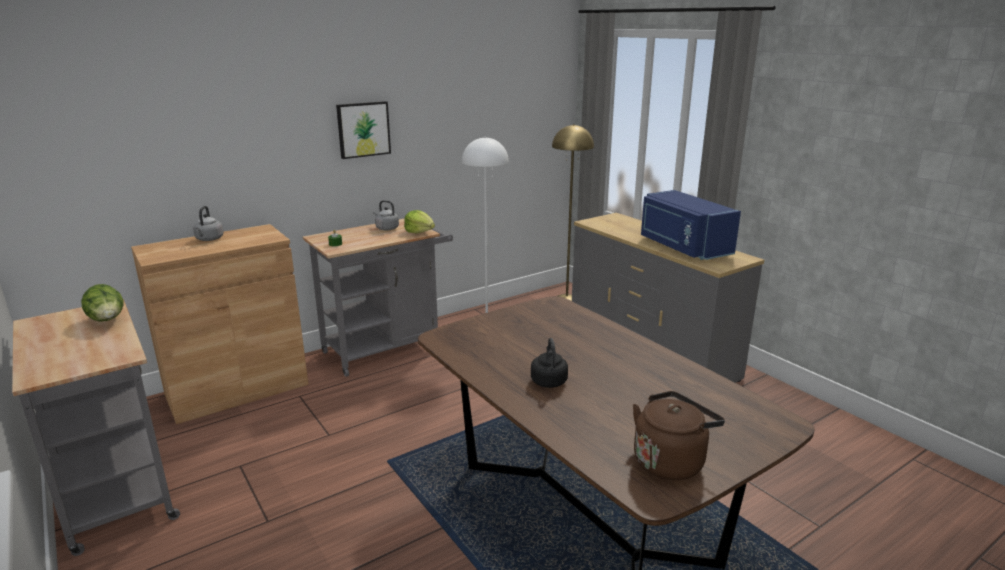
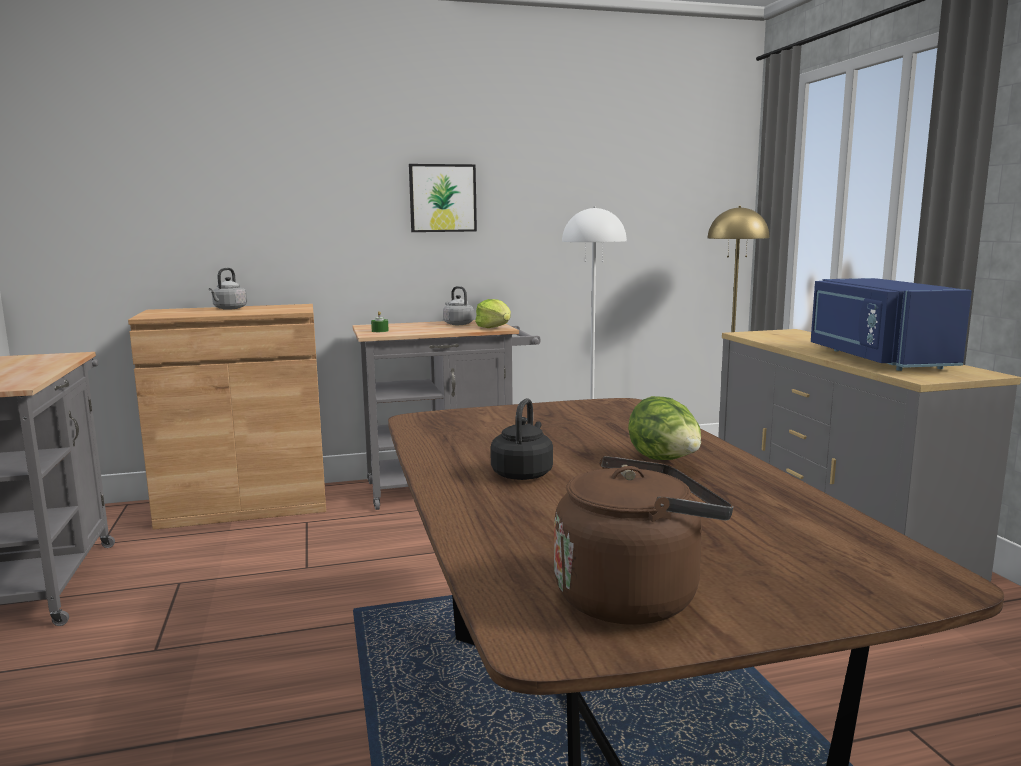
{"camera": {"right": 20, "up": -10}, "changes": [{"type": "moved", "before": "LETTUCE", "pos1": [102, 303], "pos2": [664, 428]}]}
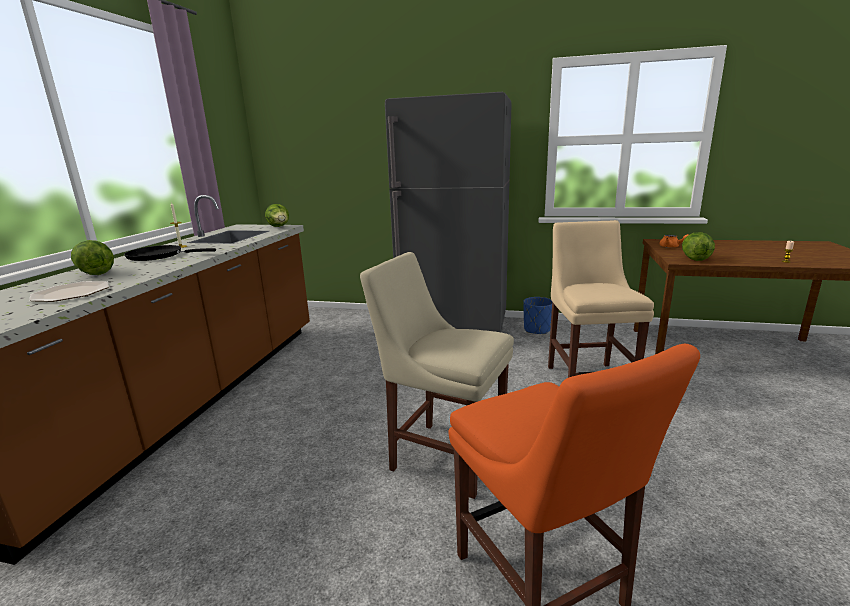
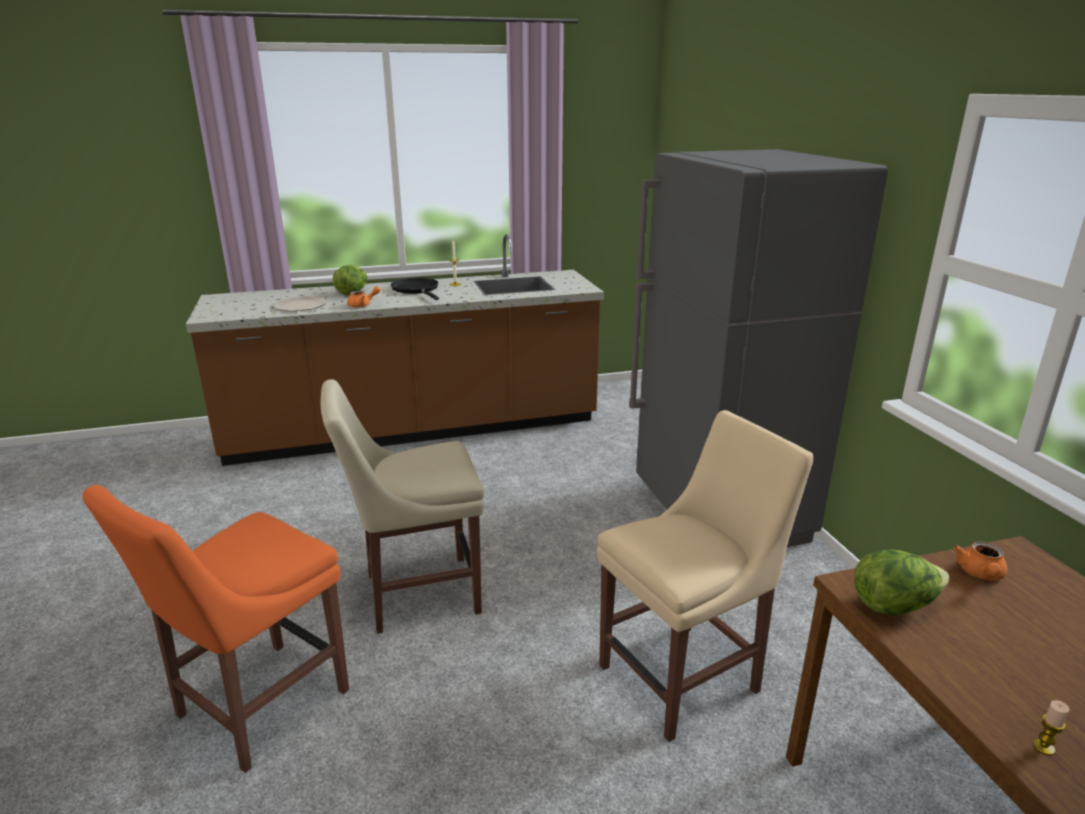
{"camera": {"right": 60, "up": 5}, "changes": [{"type": "removed", "before": "LETTUCE", "pos1": [277, 215]}, {"type": "turned", "before": "BEIGE CHAIR", "pos1": [437, 375], "pos2": [402, 506], "turn": -105}, {"type": "removed", "before": "BLUE PLANTER", "pos1": [537, 315]}, {"type": "added", "after": "ORANGE TEAPOT", "pos2": [364, 297]}]}
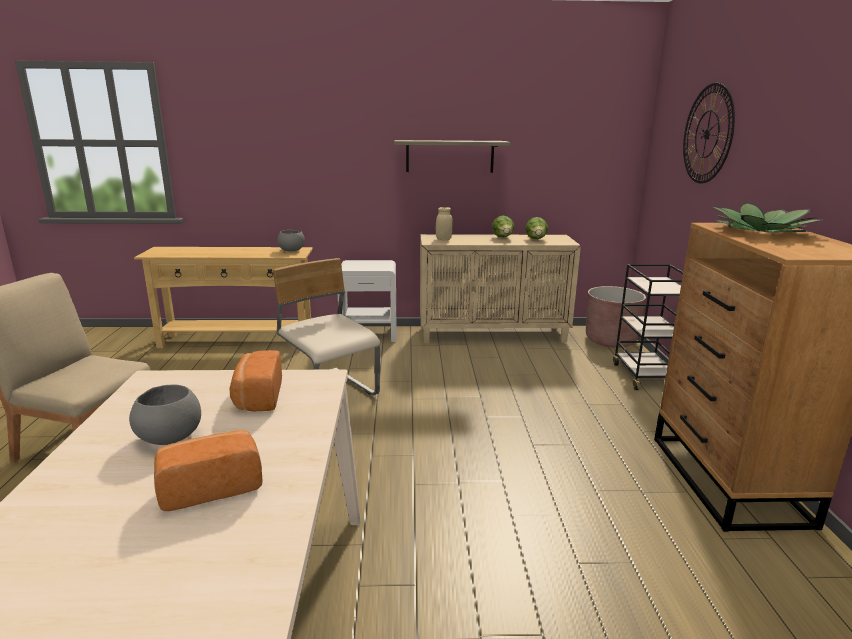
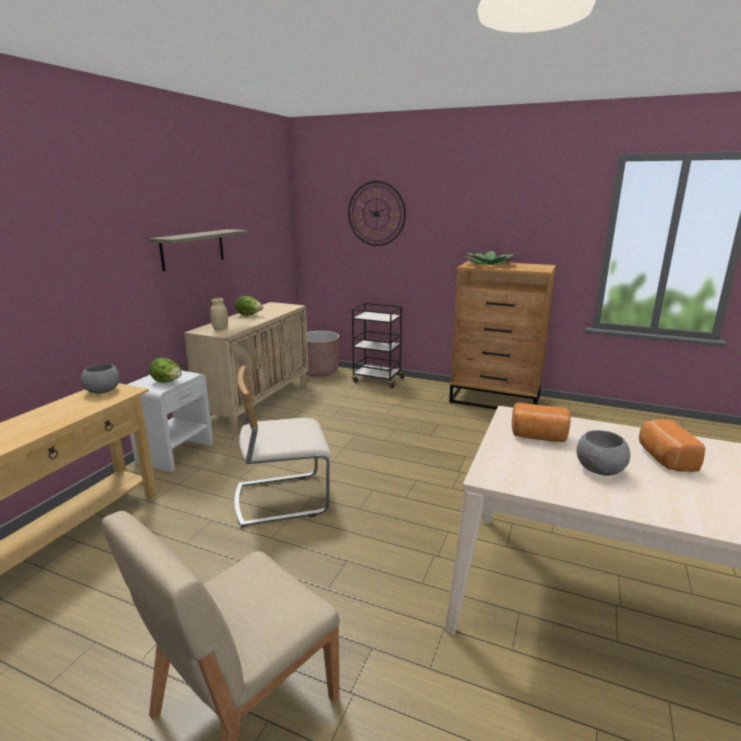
{"camera": {"right": -65, "up": 0}, "changes": [{"type": "moved", "before": "LETTUCE", "pos1": [537, 228], "pos2": [165, 370]}]}
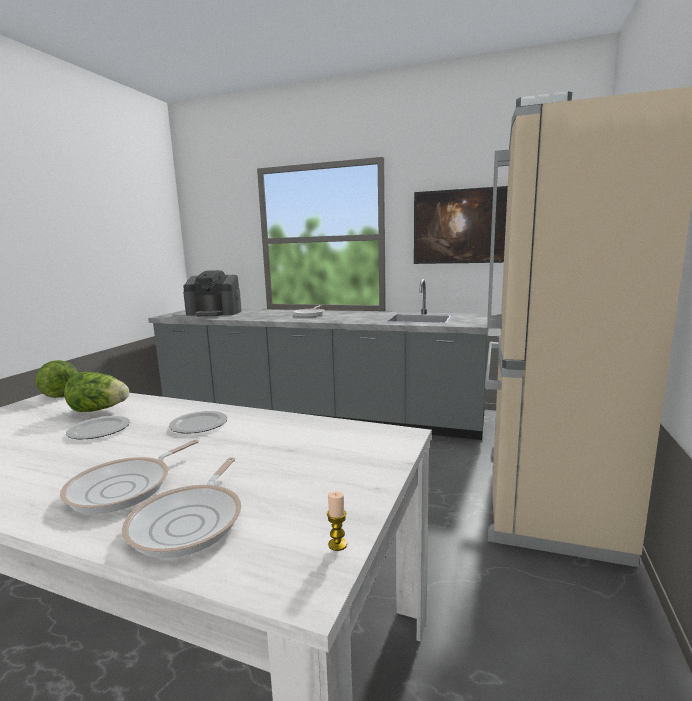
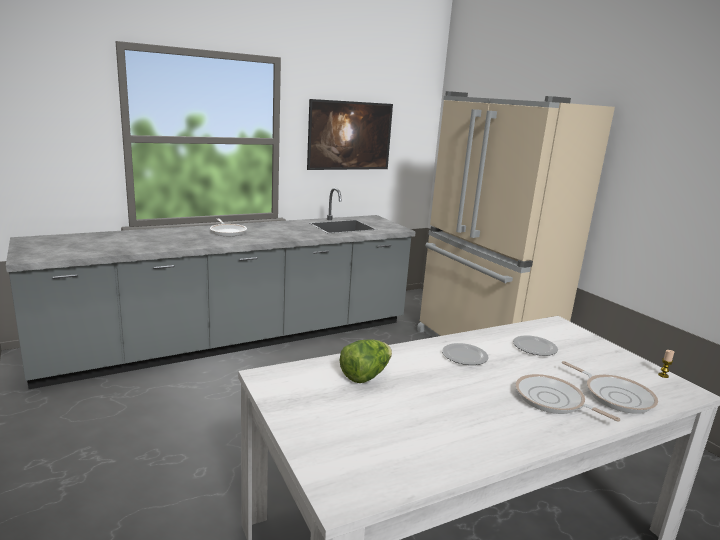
{"camera": {"right": -50, "up": 5}, "changes": [{"type": "removed", "before": "COFFEE MACHINE", "pos1": [212, 293]}, {"type": "removed", "before": "LETTUCE", "pos1": [57, 379]}, {"type": "moved", "before": "PLATE", "pos1": [98, 427], "pos2": [535, 345]}, {"type": "turned", "before": "FRYING PAN", "pos1": [129, 477], "pos2": [568, 398], "turn": 150}]}
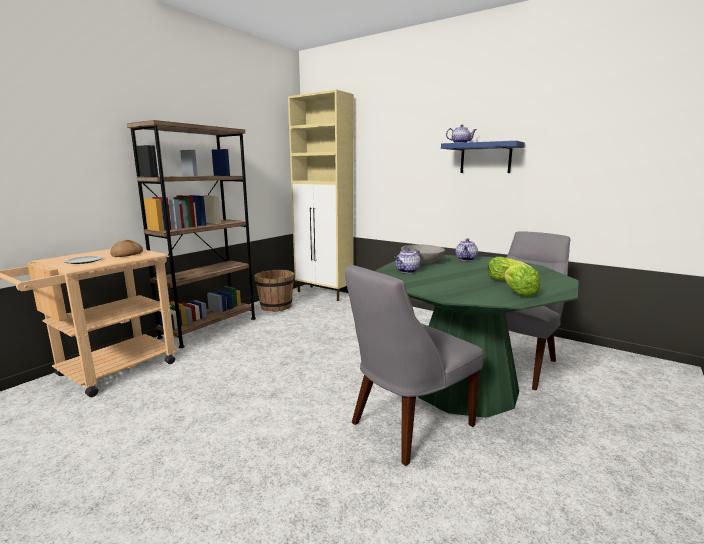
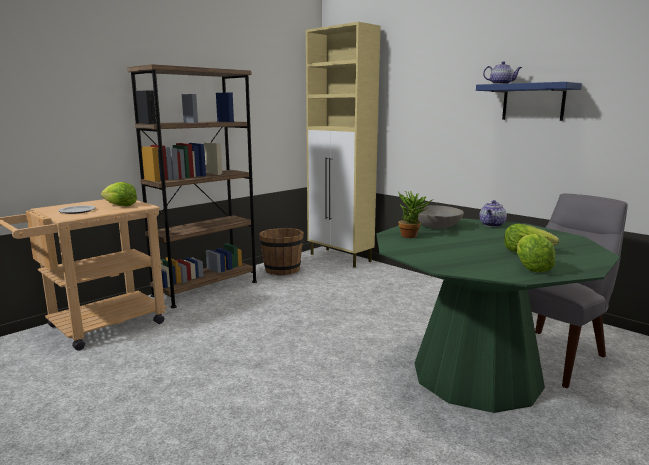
{"camera": {"right": 10, "up": 0}, "changes": [{"type": "replaced", "before": "BREAD", "after": "LETTUCE", "pos1": [126, 248], "pos2": [119, 194]}, {"type": "replaced", "before": "TEAPOT", "after": "POTTED PLANT", "pos1": [408, 260], "pos2": [416, 214]}, {"type": "removed", "before": "GREY CHAIR", "pos1": [414, 365]}]}
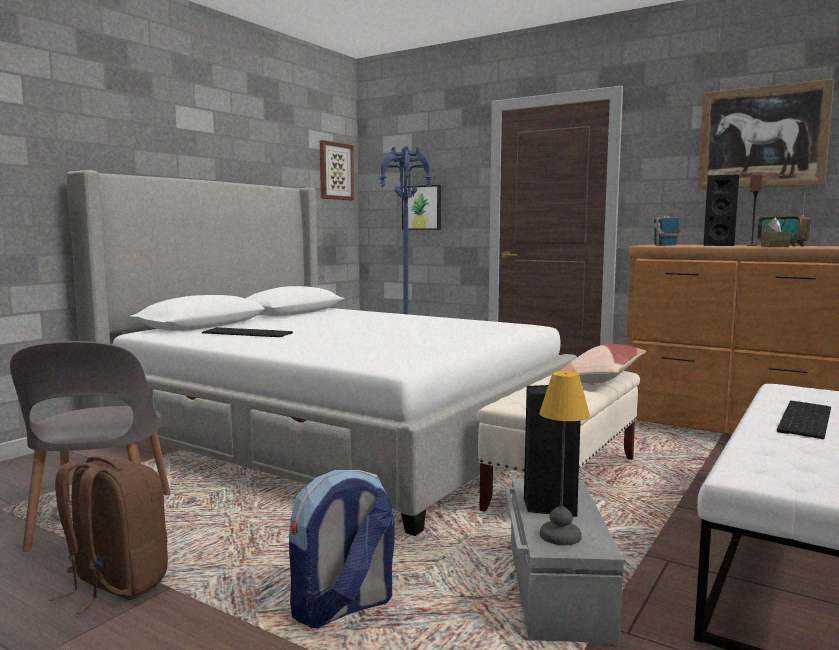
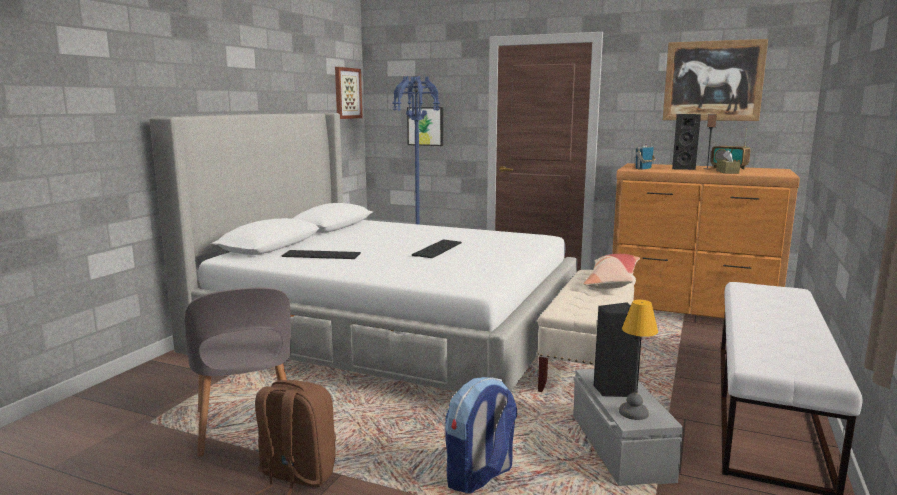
{"camera": {"right": -10, "up": 5}, "changes": [{"type": "moved", "before": "KEYBOARD", "pos1": [804, 420], "pos2": [437, 249]}]}
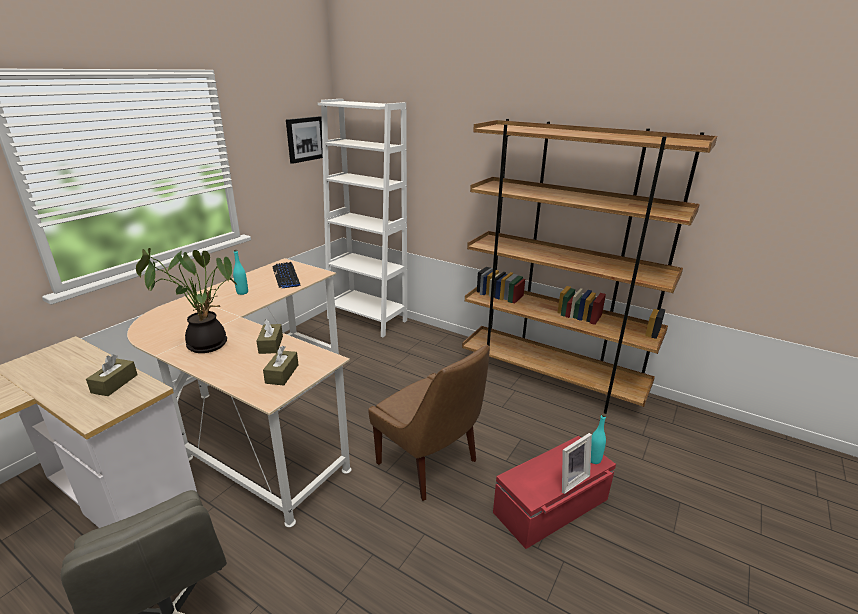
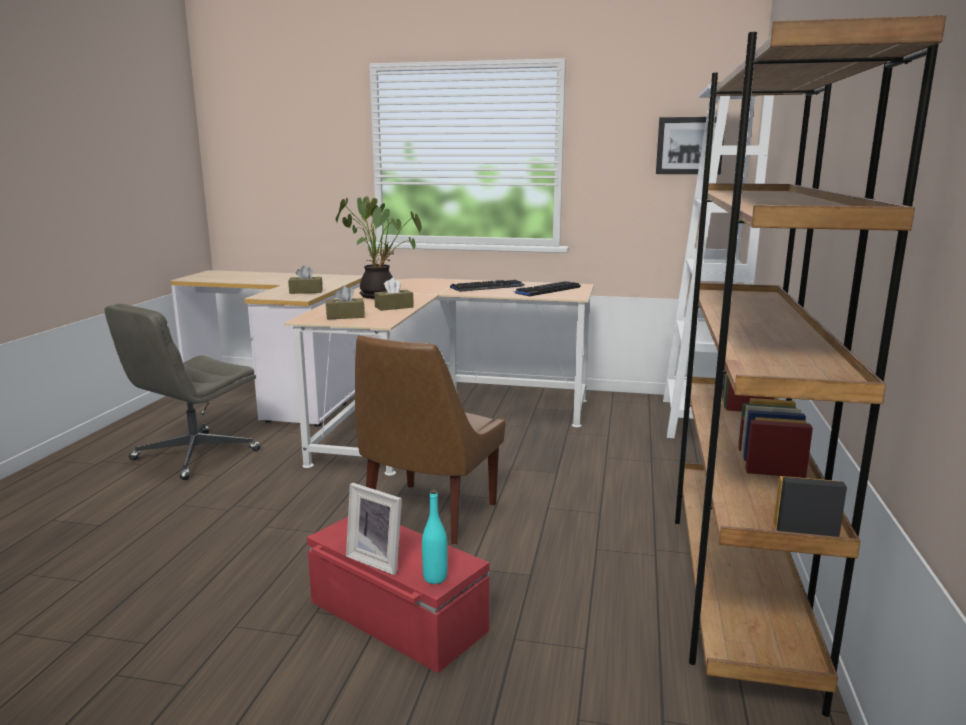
{"camera": {"right": 70, "up": -10}, "changes": [{"type": "replaced", "before": "TURQUOISE BOTTLE", "after": "KEYBOARD", "pos1": [240, 272], "pos2": [487, 286]}]}
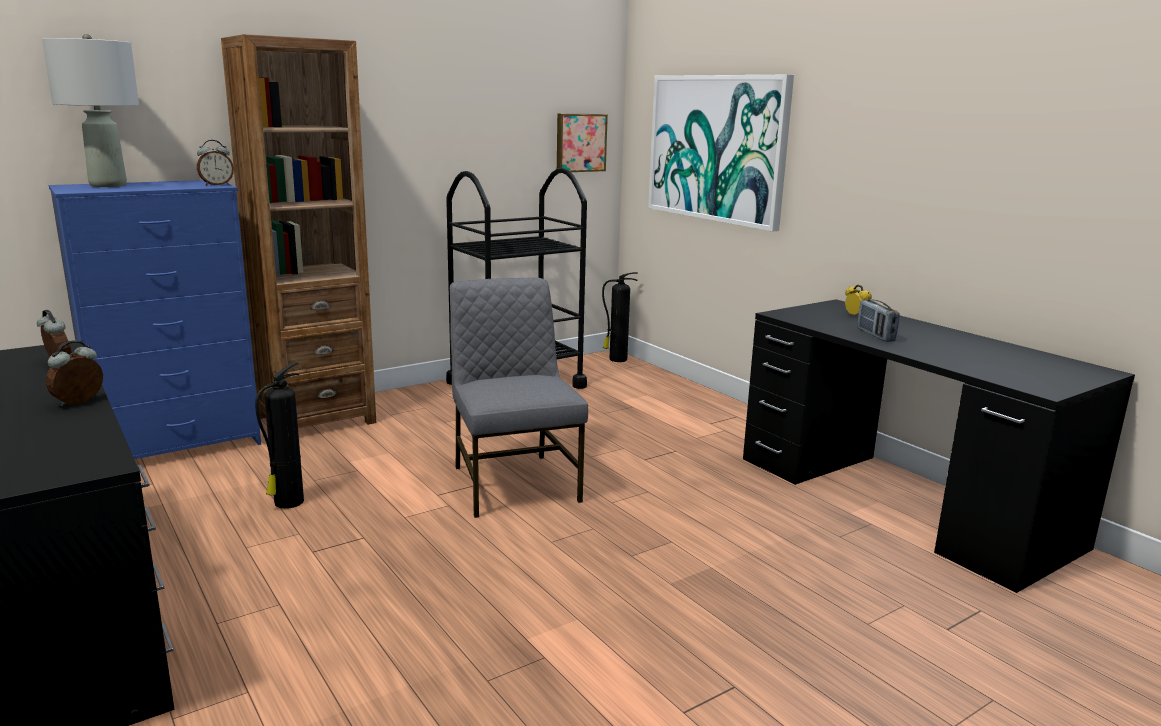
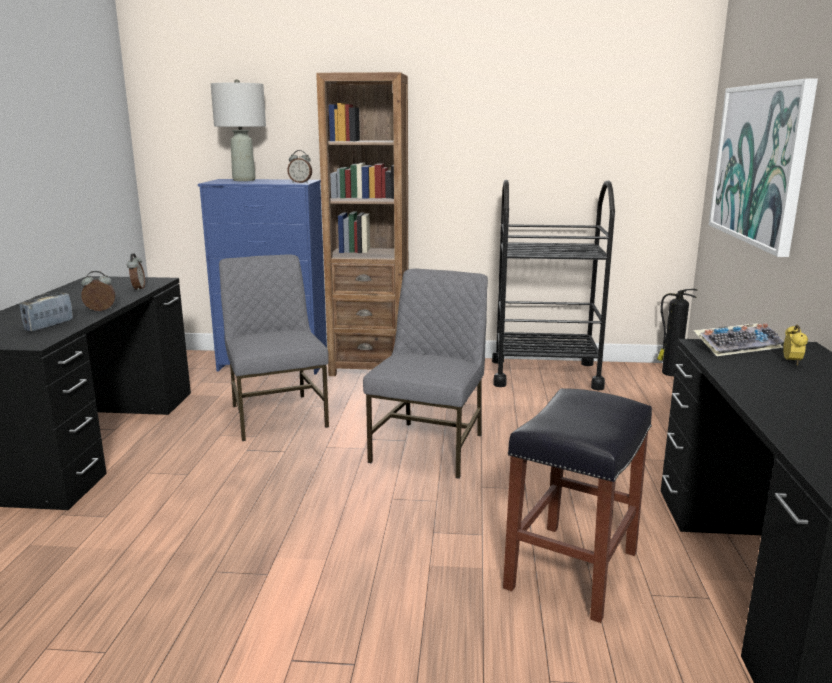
{"camera": {"right": 40, "up": 0}, "changes": [{"type": "removed", "before": "PICTURE", "pos1": [582, 143]}, {"type": "moved", "before": "RADIO", "pos1": [878, 321], "pos2": [46, 312]}, {"type": "replaced", "before": "FIRE EXTINGUISHER", "after": "GREY CHAIR", "pos1": [279, 435], "pos2": [274, 347]}, {"type": "added", "after": "KEYBOARD", "pos2": [738, 339]}, {"type": "added", "after": "BLACK STOOL", "pos2": [577, 505]}]}
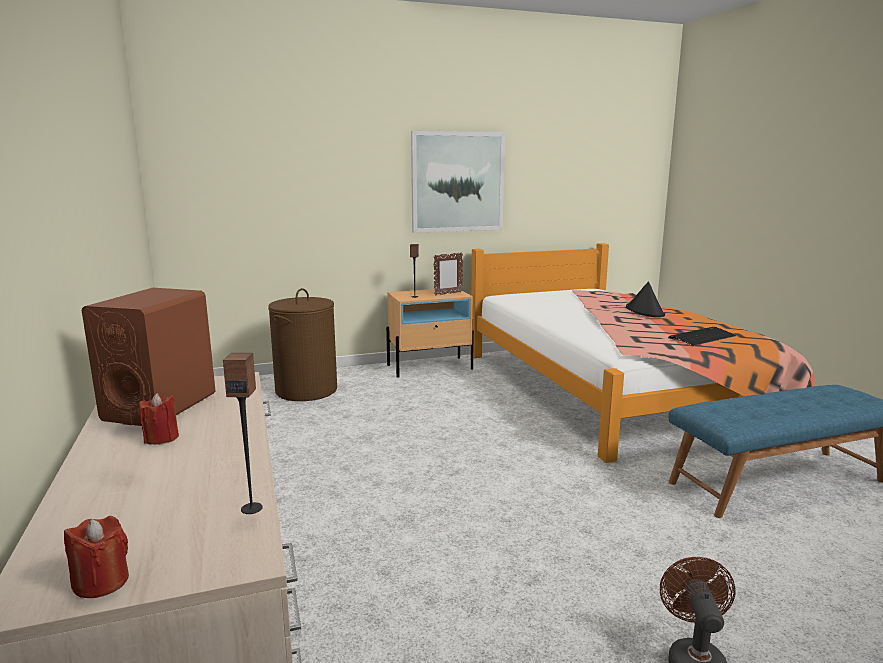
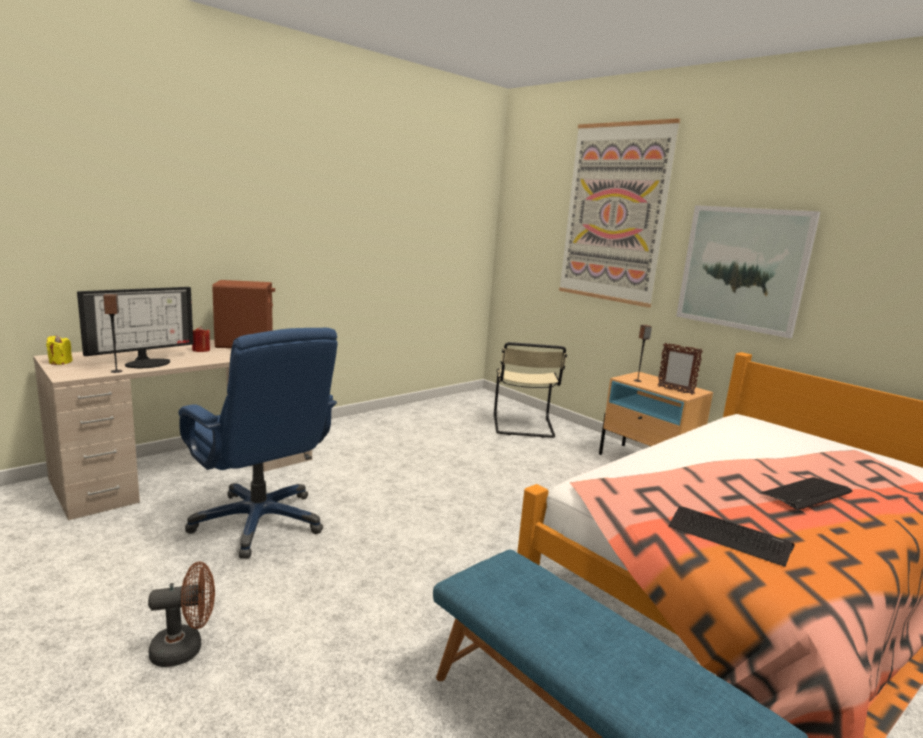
{"camera": {"right": 65, "up": 0}, "changes": [{"type": "replaced", "before": "BLACK HAT", "after": "KEYBOARD", "pos1": [645, 299], "pos2": [806, 493]}, {"type": "replaced", "before": "BROWN LAUNDRY BASKET", "after": "BEIGE CHAIR", "pos1": [302, 344], "pos2": [530, 390]}, {"type": "recoloured", "before": "RED CANDLE", "after": "YELLOW CANDLE", "pos1": [96, 557], "pos2": [59, 350]}, {"type": "added", "after": "PICTURE", "pos2": [619, 213]}, {"type": "added", "after": "MONITOR", "pos2": [135, 327]}, {"type": "added", "after": "BLUE OFFICE CHAIR", "pos2": [258, 443]}]}
